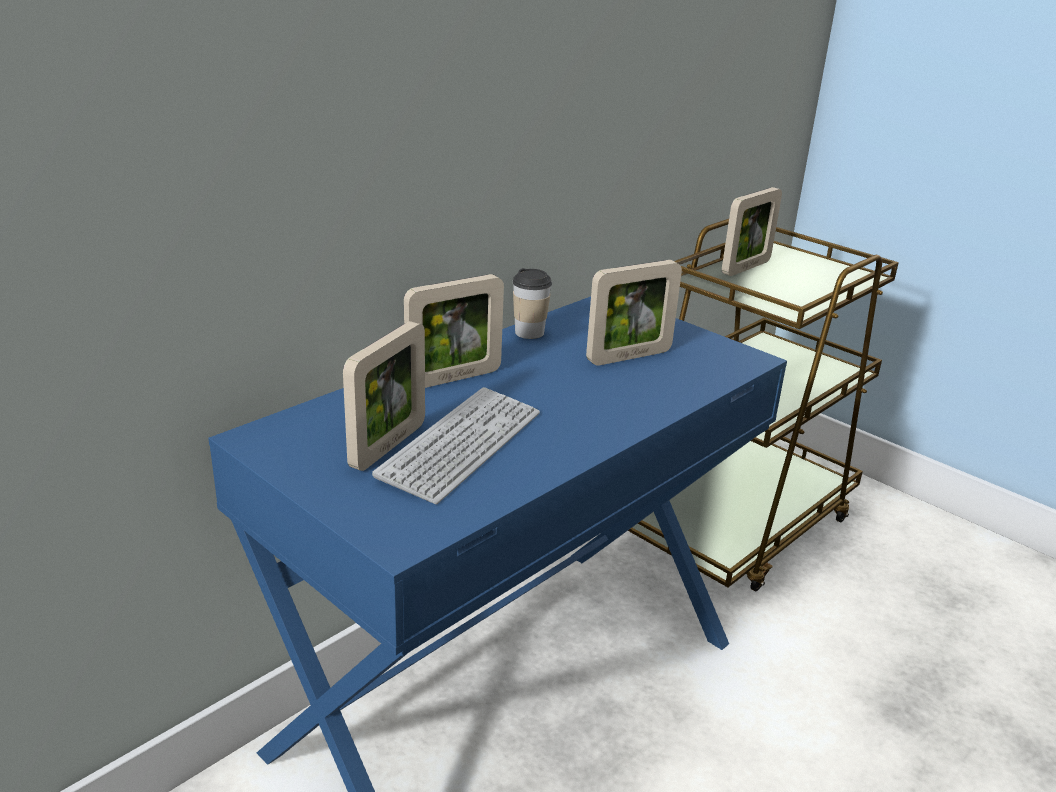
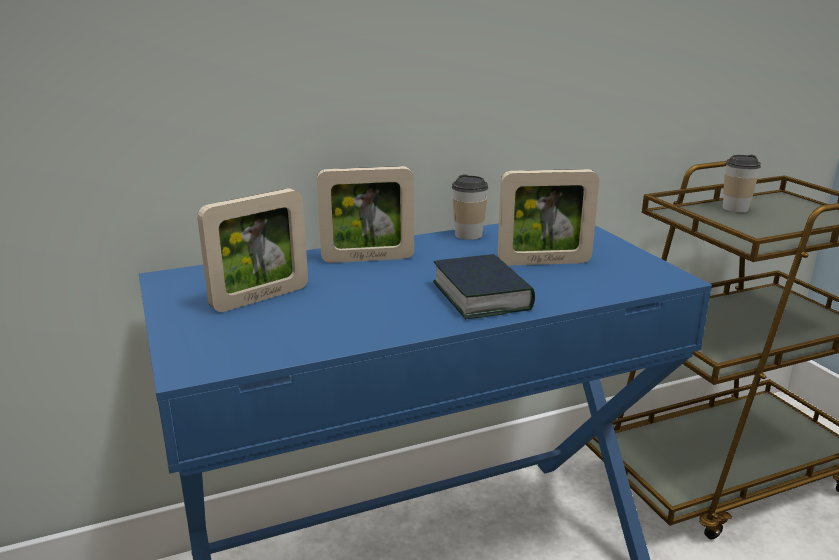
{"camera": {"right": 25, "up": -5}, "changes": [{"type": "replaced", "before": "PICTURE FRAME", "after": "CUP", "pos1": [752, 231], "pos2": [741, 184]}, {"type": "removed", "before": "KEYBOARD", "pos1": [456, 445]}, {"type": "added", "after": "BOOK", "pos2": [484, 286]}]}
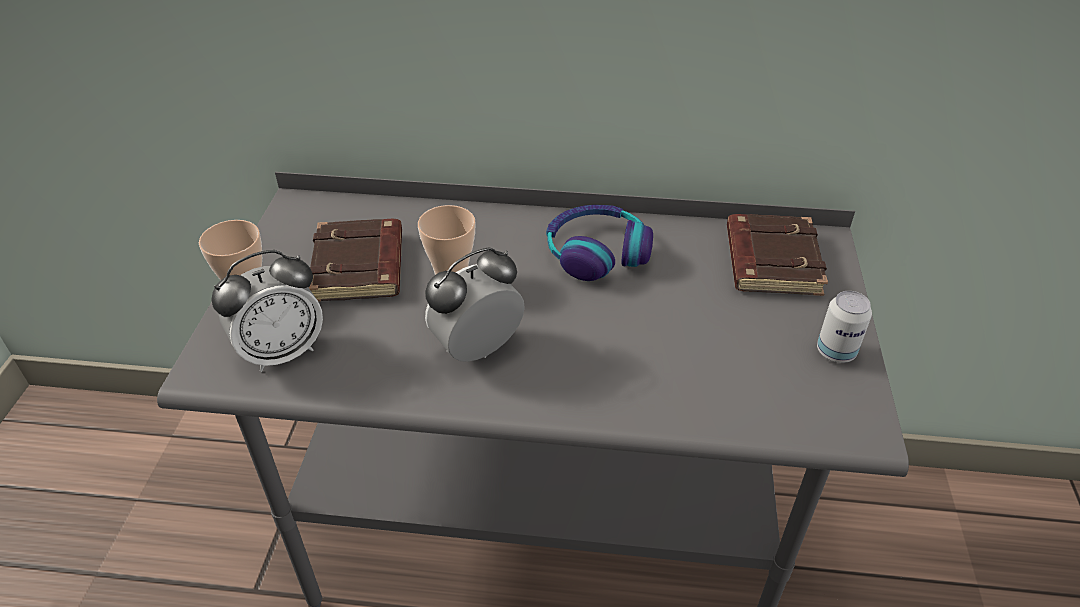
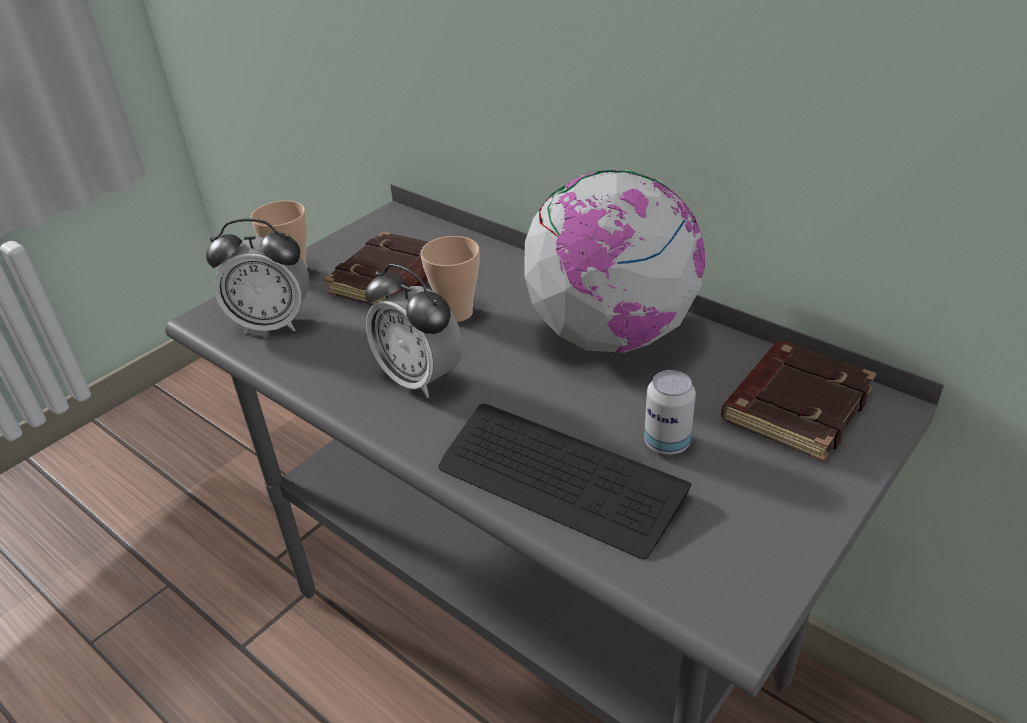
{"camera": {"right": 35, "up": -5}, "changes": [{"type": "replaced", "before": "HEADPHONES", "after": "GLOBE", "pos1": [599, 243], "pos2": [614, 261]}, {"type": "turned", "before": "ALARM CLOCK", "pos1": [475, 304], "pos2": [414, 331], "turn": -135}, {"type": "moved", "before": "CAN", "pos1": [844, 327], "pos2": [670, 412]}, {"type": "added", "after": "KEYBOARD", "pos2": [565, 481]}]}
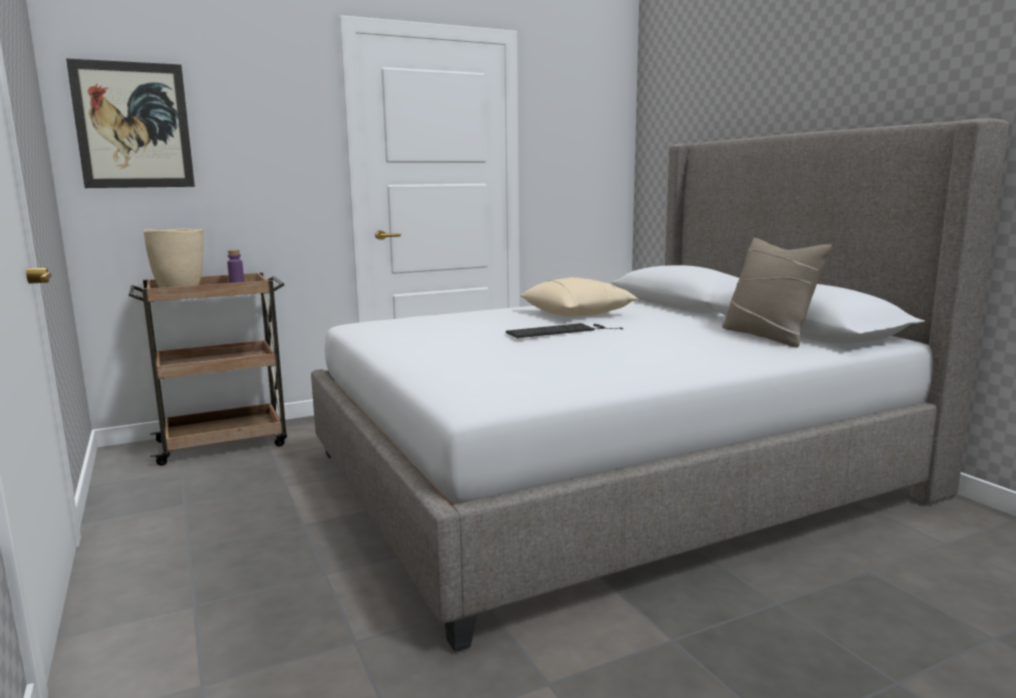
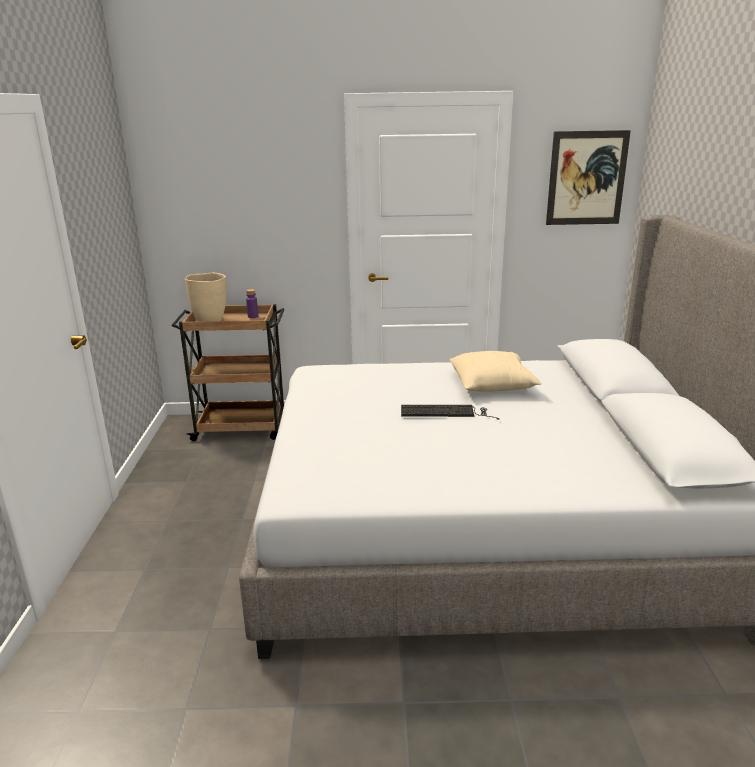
{"camera": {"right": 25, "up": 10}, "changes": [{"type": "moved", "before": "PICTURE", "pos1": [130, 123], "pos2": [588, 177]}, {"type": "removed", "before": "BEIGE PILLOW", "pos1": [777, 292]}]}
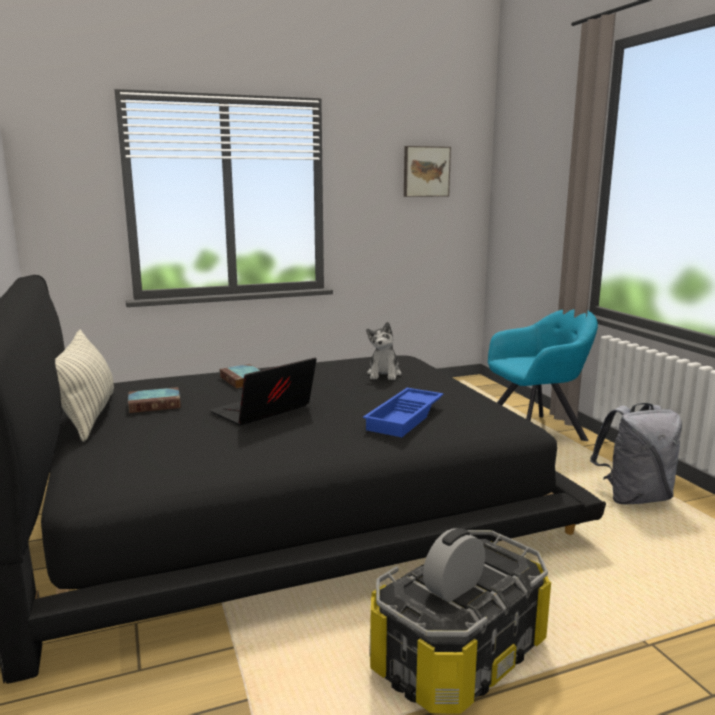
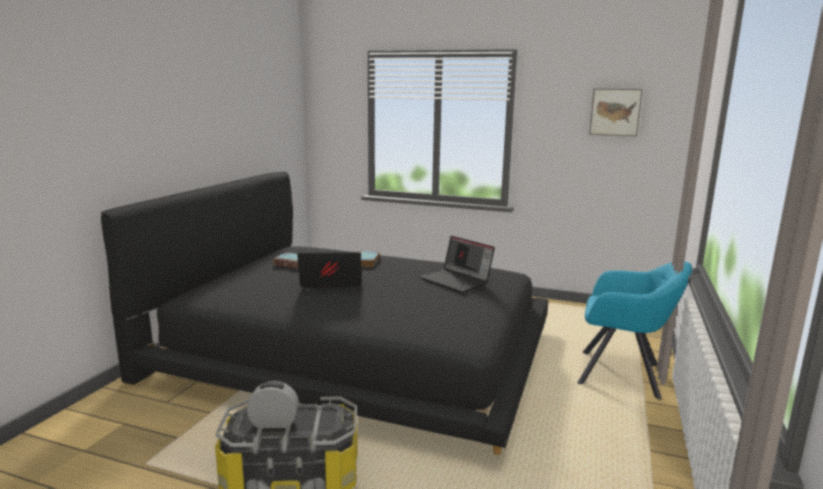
{"camera": {"right": 40, "up": 0}, "changes": [{"type": "replaced", "before": "PLUSH TOY", "after": "LAPTOP", "pos1": [384, 351], "pos2": [457, 264]}, {"type": "removed", "before": "PILLOW", "pos1": [84, 386]}, {"type": "removed", "before": "BLUE TRAY", "pos1": [403, 412]}, {"type": "removed", "before": "GREY BACKPACK", "pos1": [636, 454]}]}
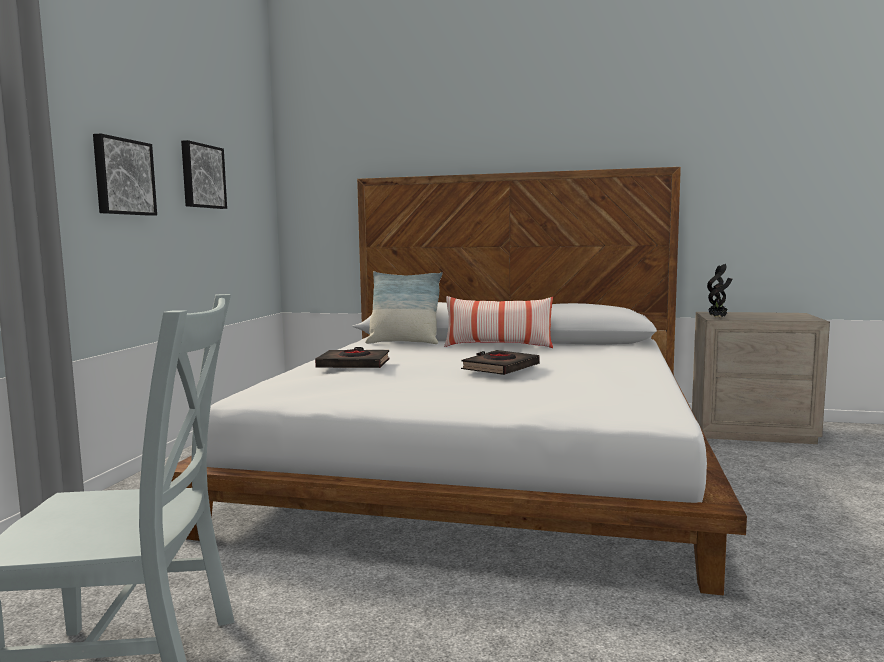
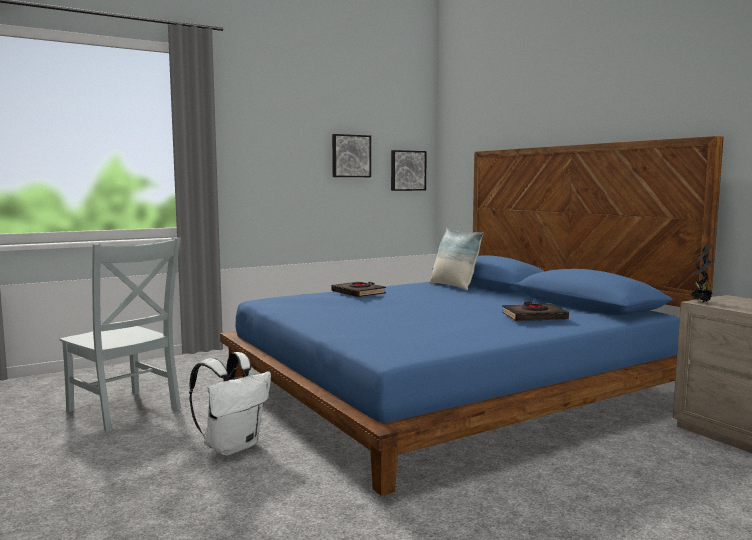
{"camera": {"right": 45, "up": 0}, "changes": [{"type": "moved", "before": "PICTURE", "pos1": [125, 174], "pos2": [409, 170]}, {"type": "recoloured", "before": "WHITE BED", "after": "BLUE BED", "pos1": [459, 381], "pos2": [471, 316]}, {"type": "removed", "before": "PILLOW", "pos1": [498, 322]}, {"type": "moved", "before": "BLACK BOOK", "pos1": [500, 362], "pos2": [535, 311]}, {"type": "added", "after": "WHITE BACKPACK", "pos2": [230, 403]}]}
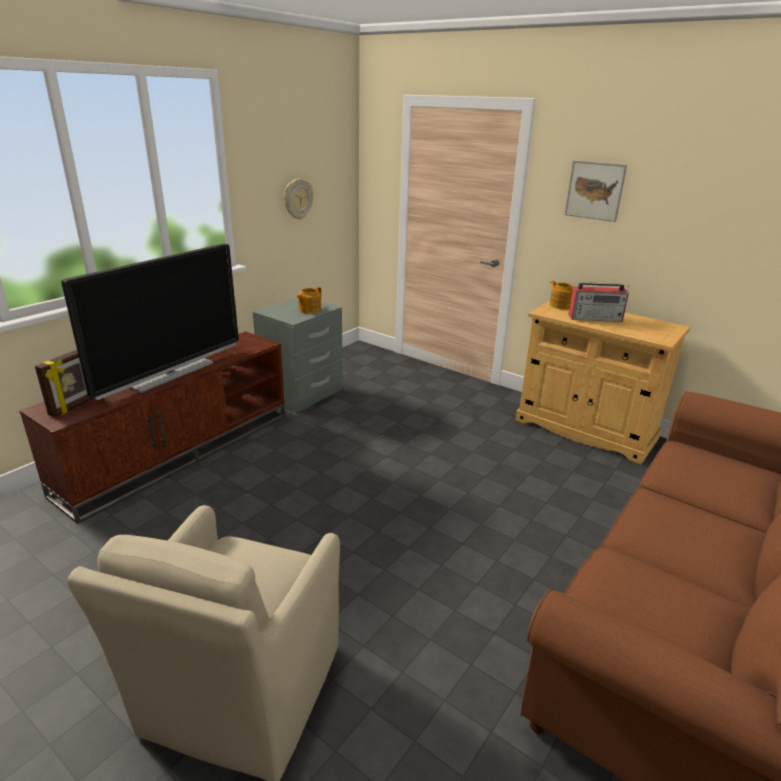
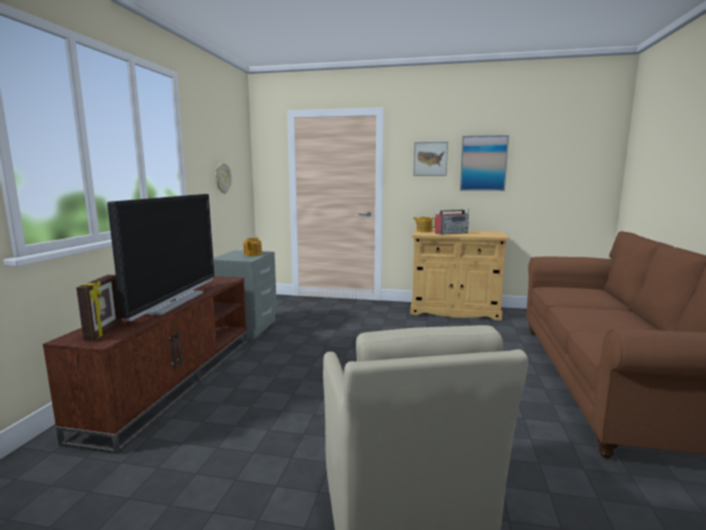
{"camera": {"right": -25, "up": -15}, "changes": [{"type": "added", "after": "PICTURE", "pos2": [484, 163]}]}
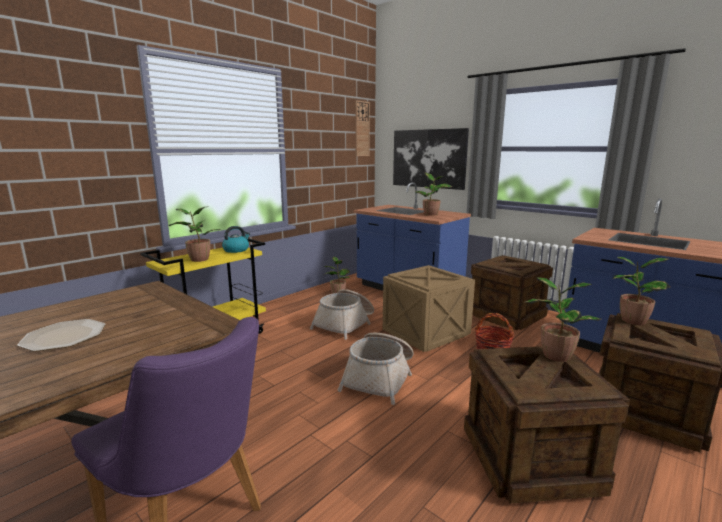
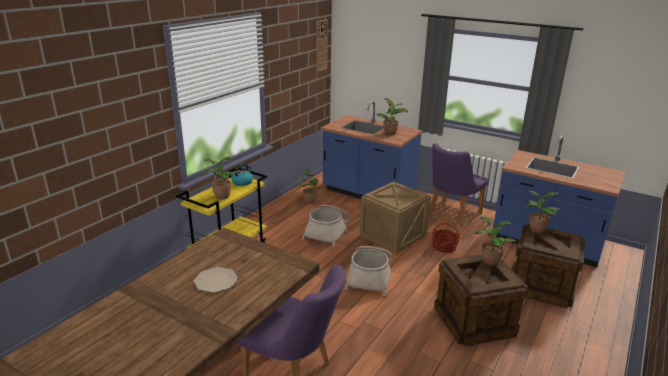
{"camera": {"right": -10, "up": 10}, "changes": [{"type": "removed", "before": "PICTURE", "pos1": [431, 159]}, {"type": "replaced", "before": "CRATE", "after": "PURPLE CHAIR", "pos1": [512, 292], "pos2": [459, 185]}]}
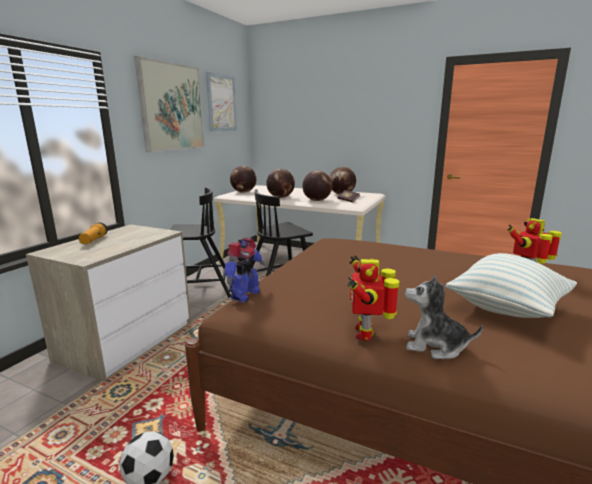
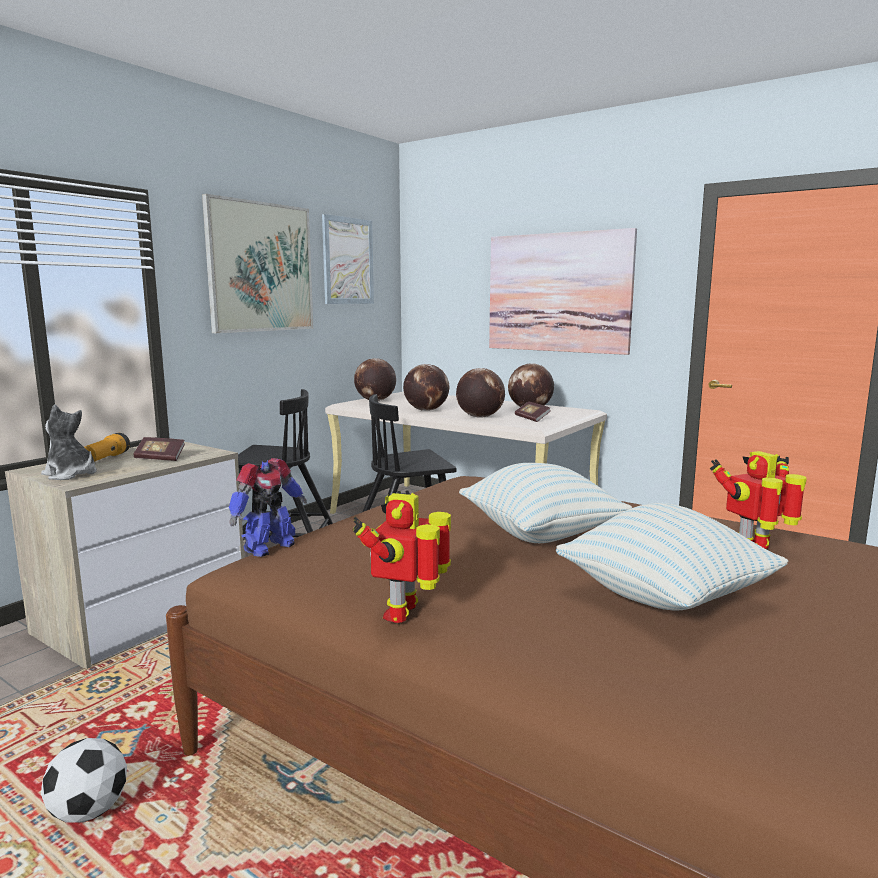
{"camera": {"right": 10, "up": -5}, "changes": [{"type": "moved", "before": "PLUSH TOY", "pos1": [444, 317], "pos2": [69, 442]}, {"type": "added", "after": "PICTURE", "pos2": [563, 291]}, {"type": "added", "after": "BOOK", "pos2": [159, 449]}, {"type": "added", "after": "PILLOW", "pos2": [545, 503]}]}
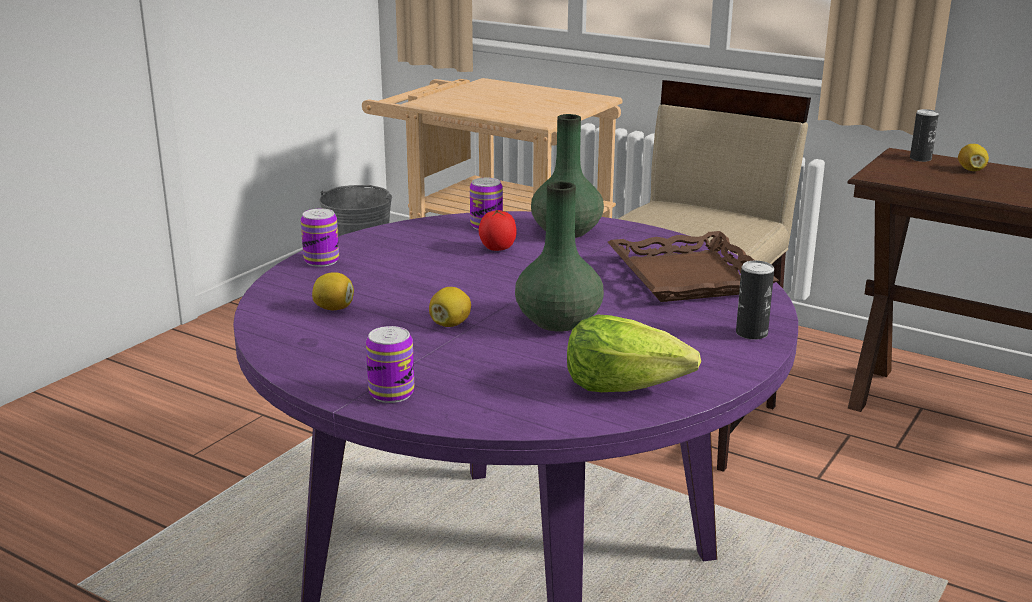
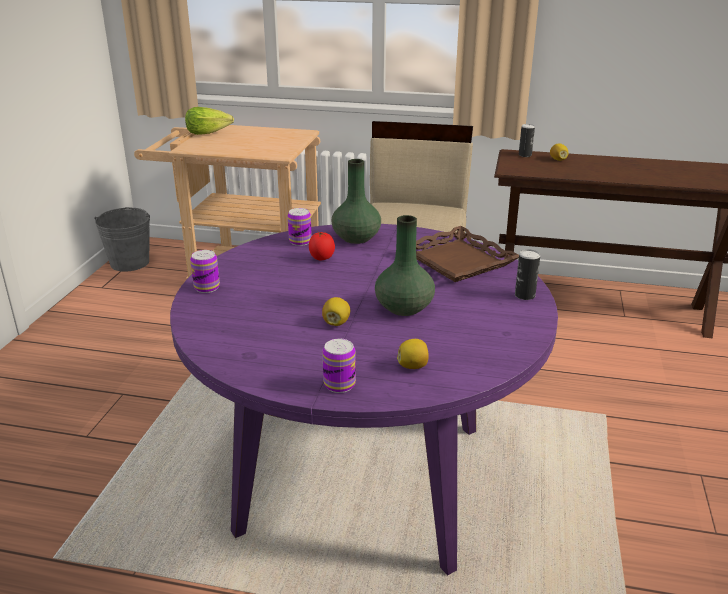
{"camera": {"right": -20, "up": 5}, "changes": [{"type": "moved", "before": "LEMON", "pos1": [333, 291], "pos2": [413, 354]}, {"type": "moved", "before": "LETTUCE", "pos1": [634, 353], "pos2": [209, 121]}]}
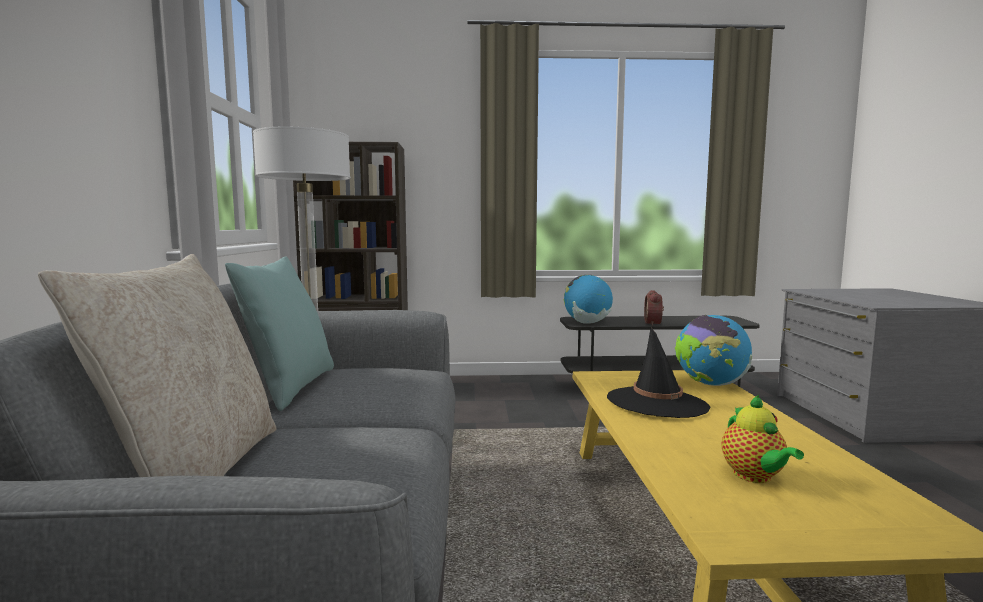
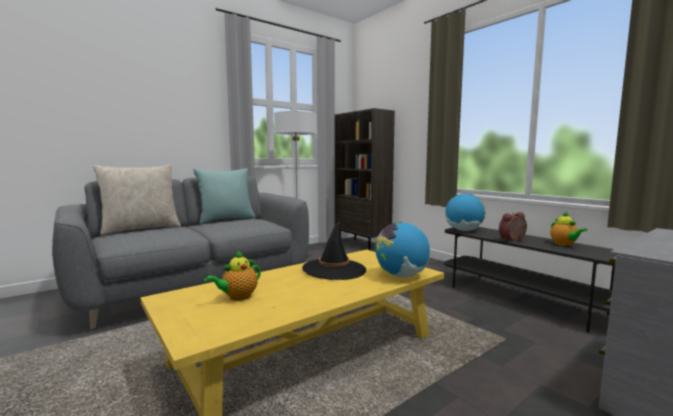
{"camera": {"right": 55, "up": 0}, "changes": [{"type": "added", "after": "TEAPOT", "pos2": [569, 228]}]}
